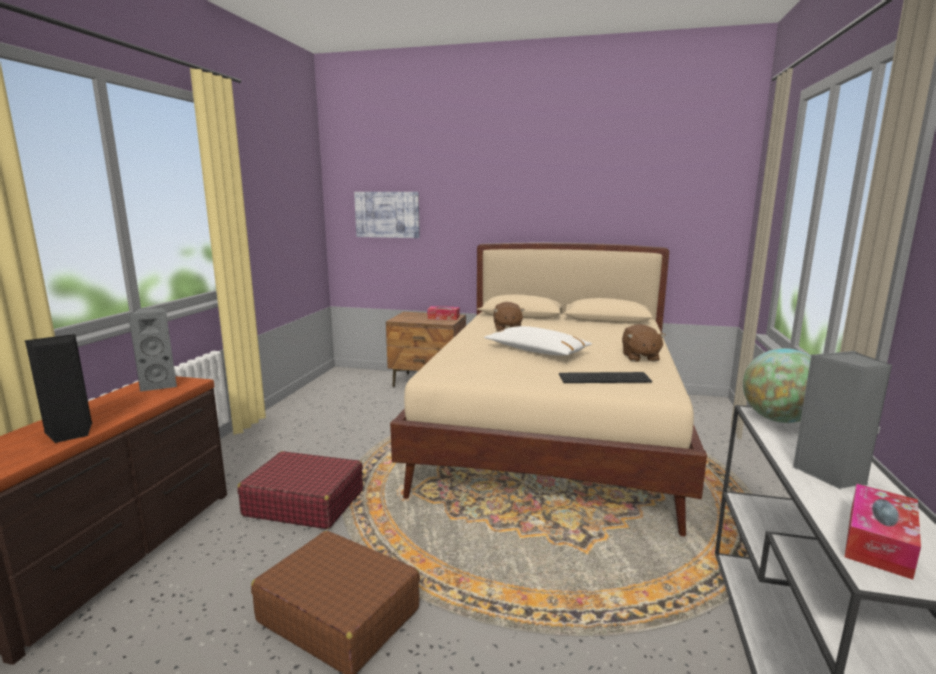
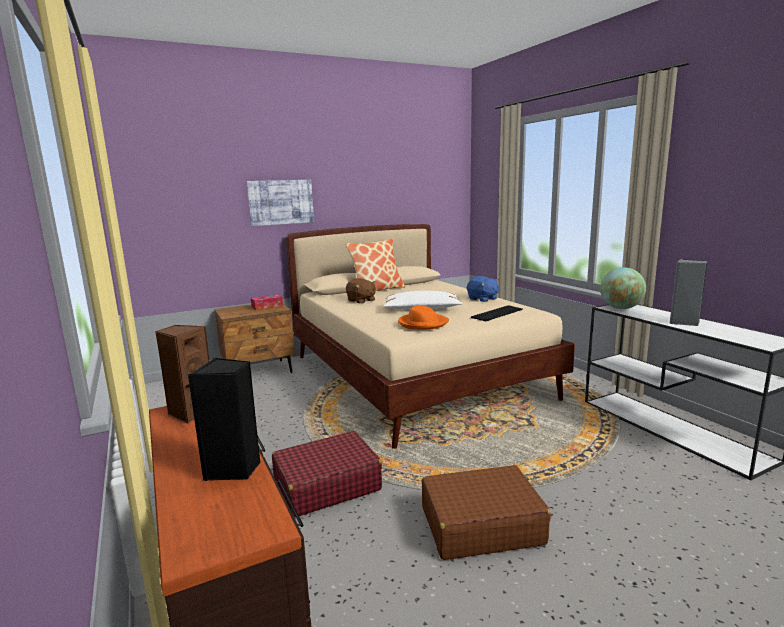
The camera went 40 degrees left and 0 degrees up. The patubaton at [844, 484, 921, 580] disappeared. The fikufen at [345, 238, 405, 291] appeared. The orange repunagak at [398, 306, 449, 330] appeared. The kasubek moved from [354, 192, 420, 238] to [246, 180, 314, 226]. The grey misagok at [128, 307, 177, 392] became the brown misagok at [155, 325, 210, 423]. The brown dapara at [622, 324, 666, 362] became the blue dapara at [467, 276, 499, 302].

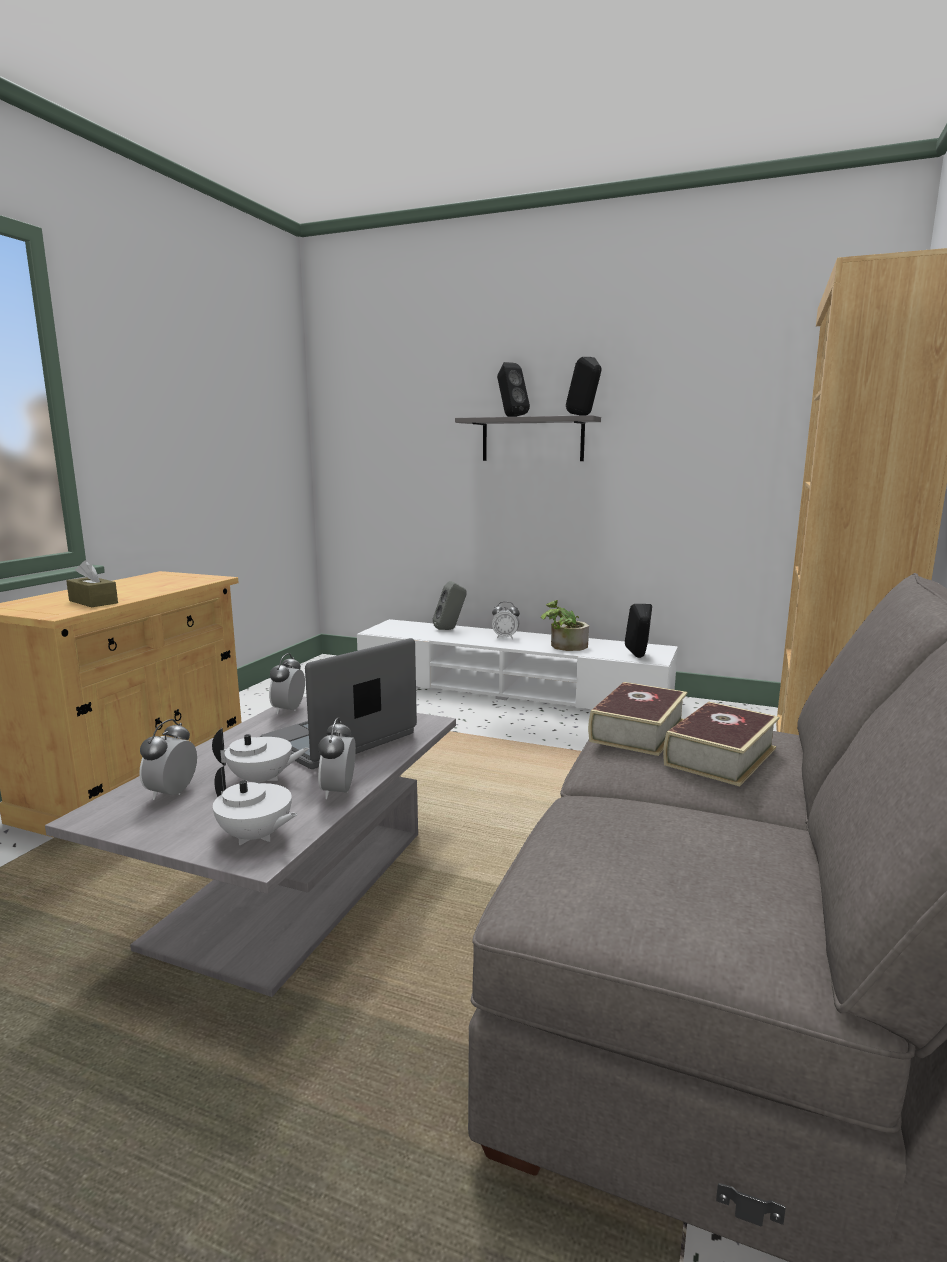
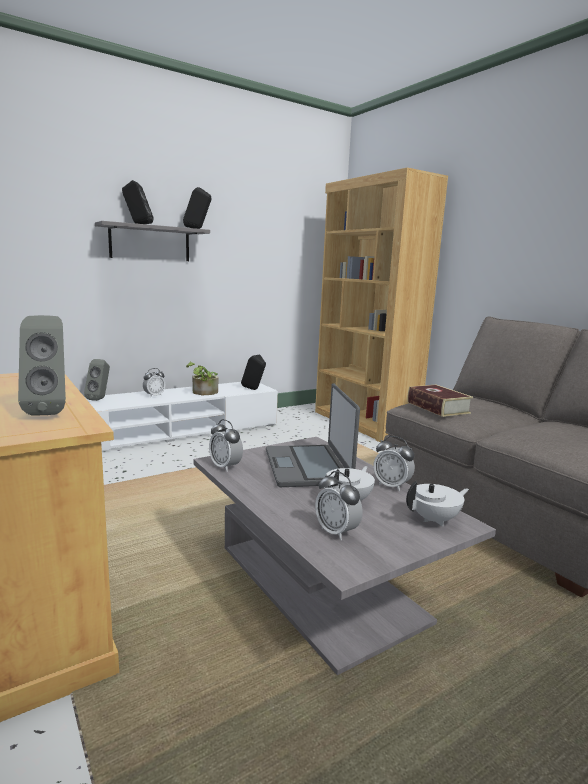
The camera went 55 degrees left and 0 degrees up. The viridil at [663, 702, 779, 786] disappeared. The brown patubaton at [66, 560, 118, 607] was replaced by the grey misagok at [18, 315, 66, 415].

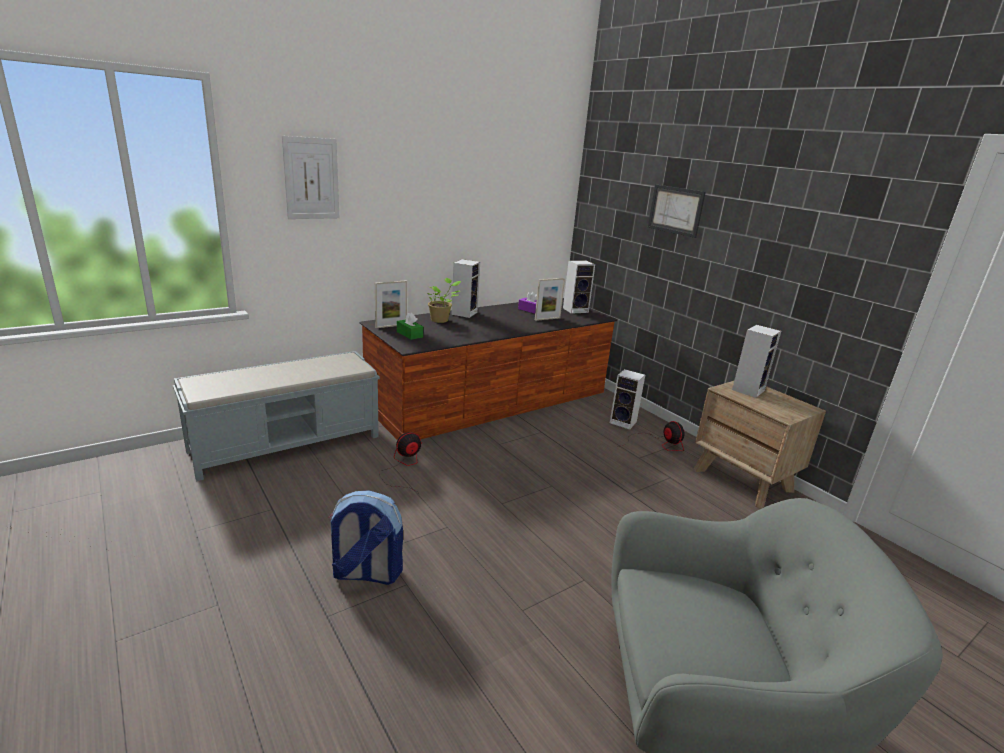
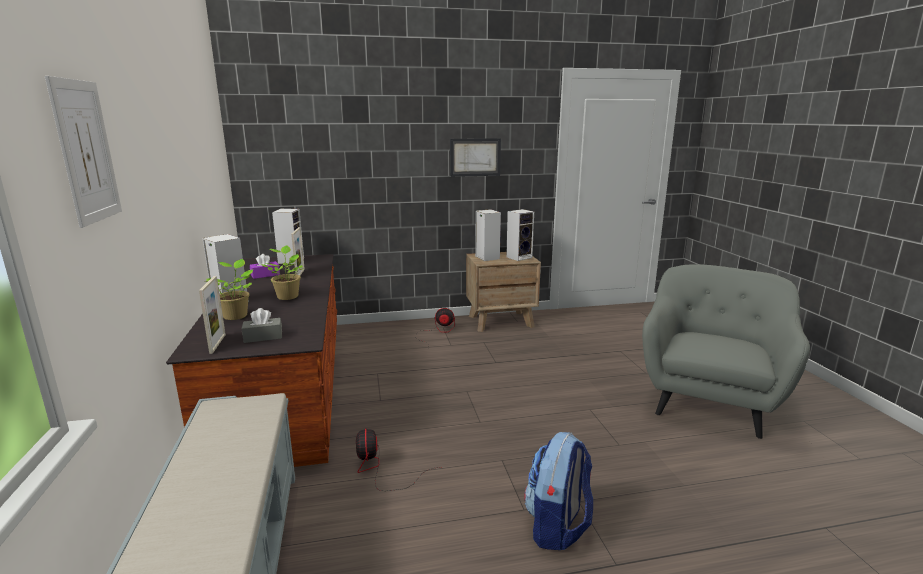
The camera went 65 degrees left and 5 degrees down. The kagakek at [261, 245, 303, 300] appeared. The misagok moved from [610, 369, 645, 430] to [506, 209, 534, 261]. The kasubek moved from [648, 184, 706, 238] to [450, 138, 501, 177]. The green patubaton at [397, 313, 423, 340] became the grey patubaton at [242, 308, 282, 343].

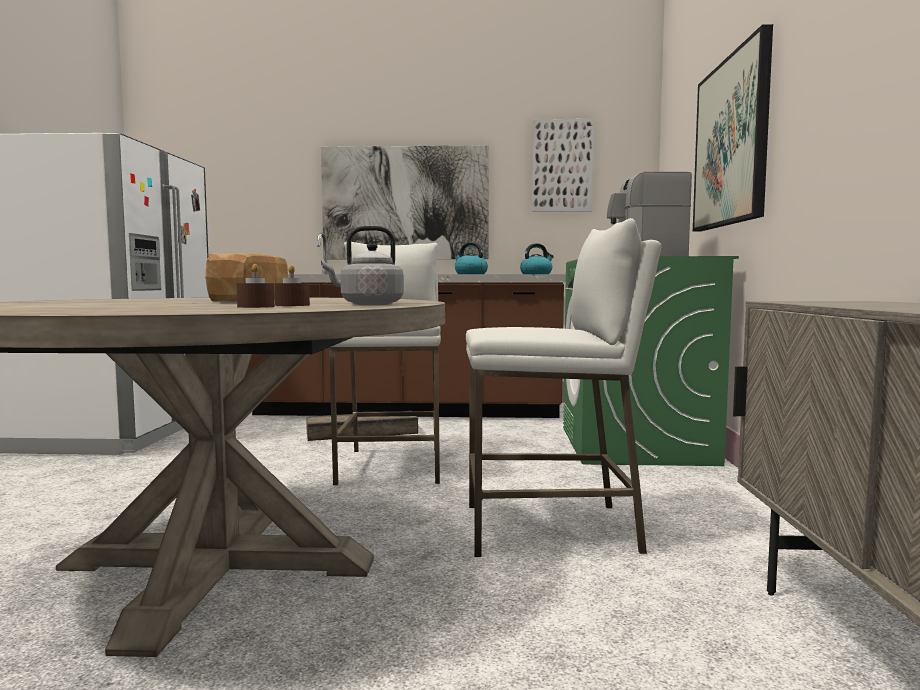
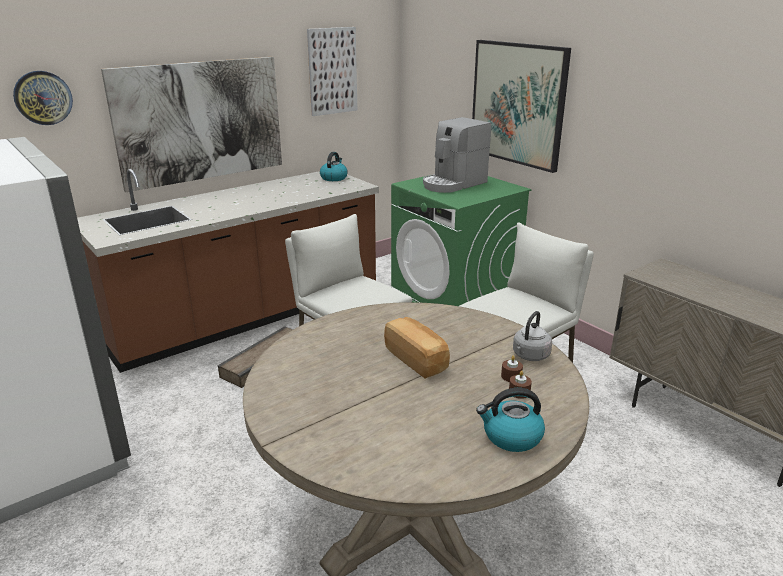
The camera went 40 degrees left and 20 degrees up. The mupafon at [13, 71, 73, 125] appeared. The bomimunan moved from [453, 242, 488, 274] to [476, 388, 545, 452].

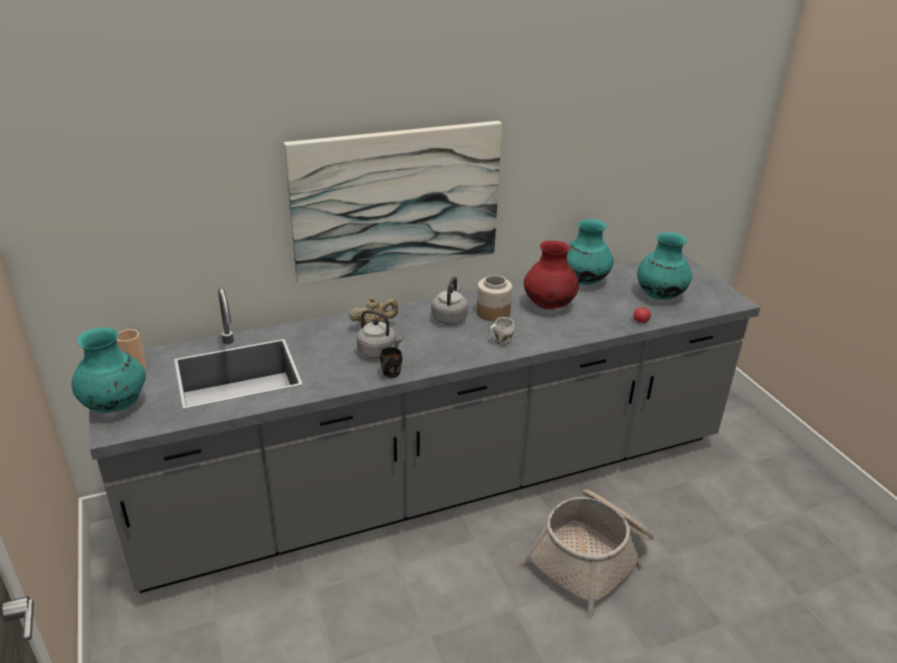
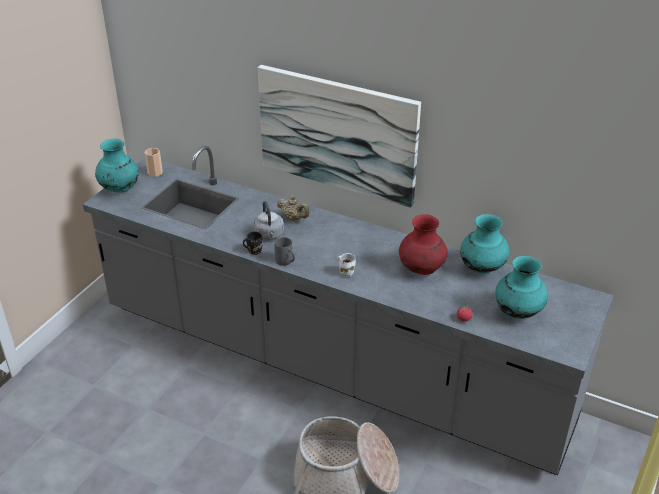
The camera went 50 degrees right and 5 degrees up. The grey bomimunan at [431, 277, 468, 325] disappeared. The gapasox at [476, 275, 512, 321] disappeared. The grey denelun at [274, 237, 295, 266] appeared.

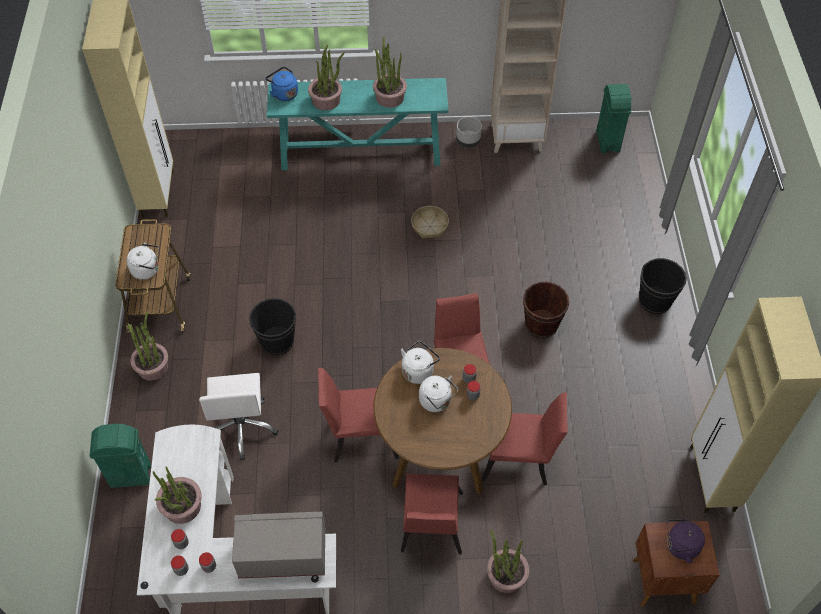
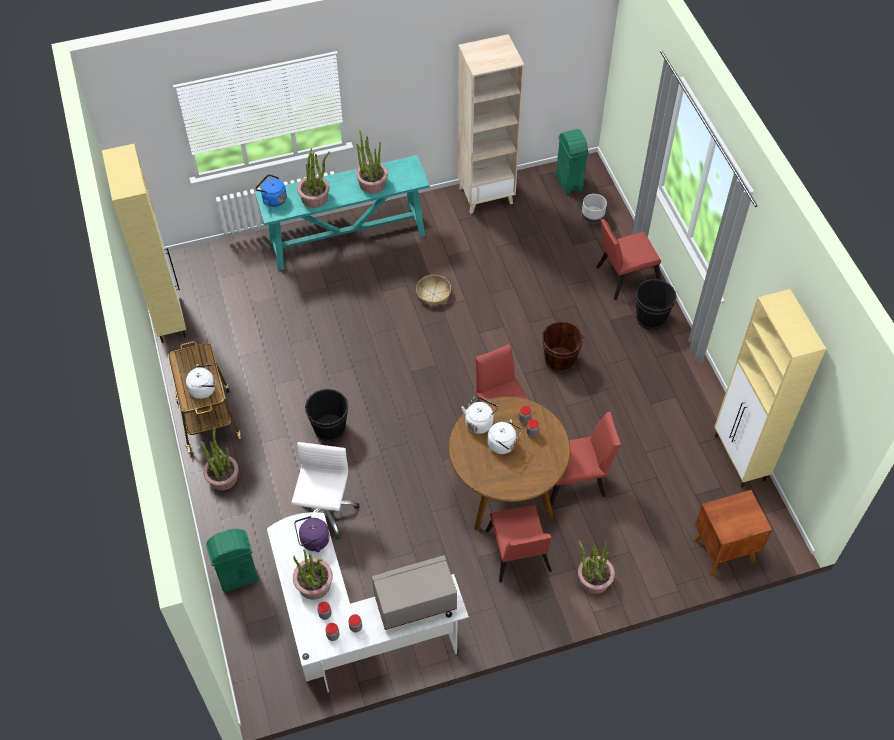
The camera went 15 degrees left and 0 degrees up. The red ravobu moved from [318, 368, 399, 462] to [596, 219, 661, 300]. The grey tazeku moved from [456, 117, 482, 148] to [582, 194, 607, 223]. The purple bomimunan moved from [667, 519, 705, 563] to [294, 516, 330, 552]. The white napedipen at [199, 373, 278, 460] turned 150 degrees counterclockwise.

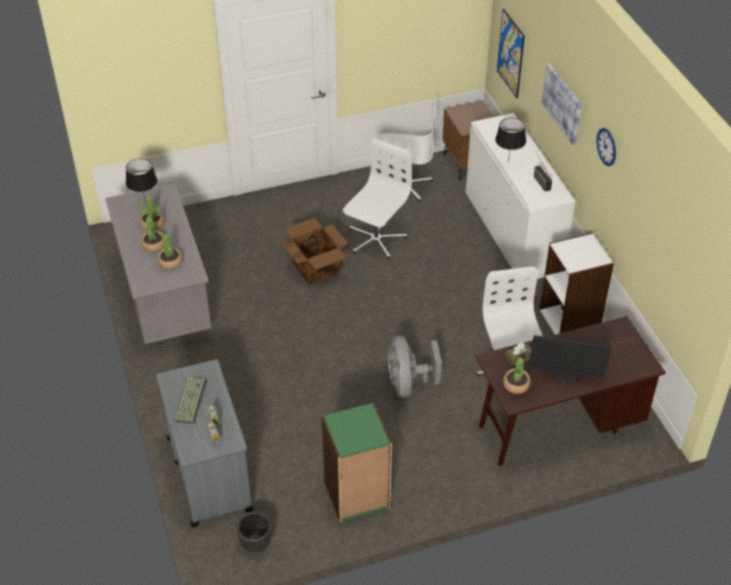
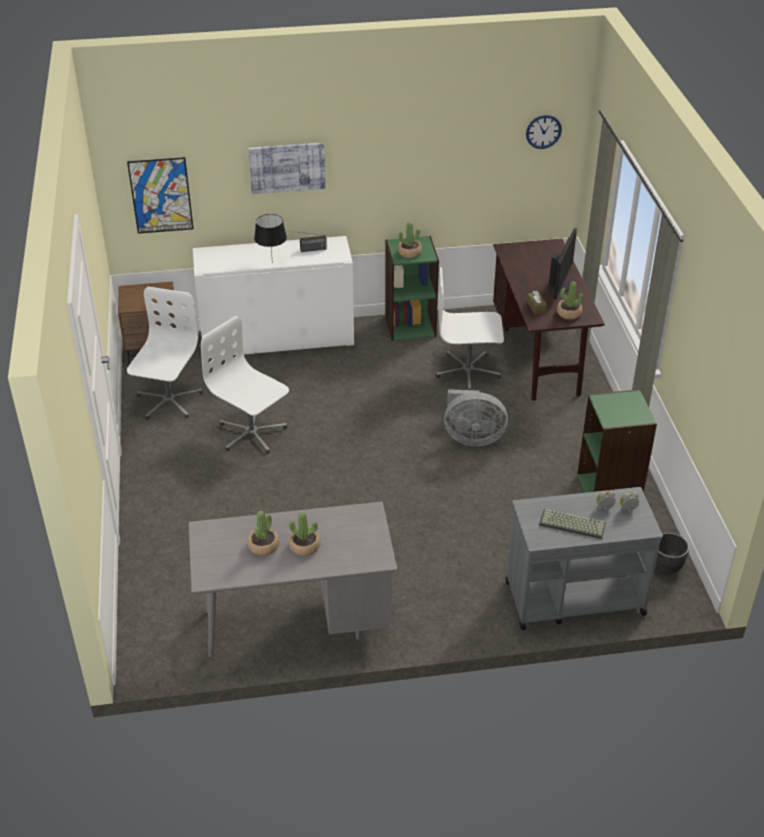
The camera went 80 degrees left and 5 degrees down. The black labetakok at [126, 159, 157, 200] disappeared. The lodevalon at [282, 218, 348, 285] disappeared. The kagakek moved from [157, 234, 182, 269] to [398, 222, 422, 258]. The mupafon moved from [596, 128, 616, 166] to [526, 115, 562, 149]. The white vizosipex at [540, 233, 614, 335] became the green vizosipex at [385, 236, 439, 341].

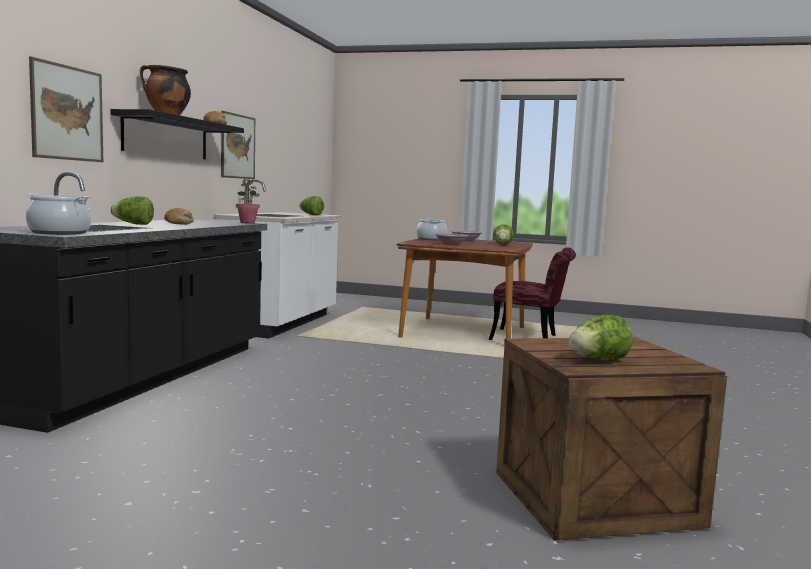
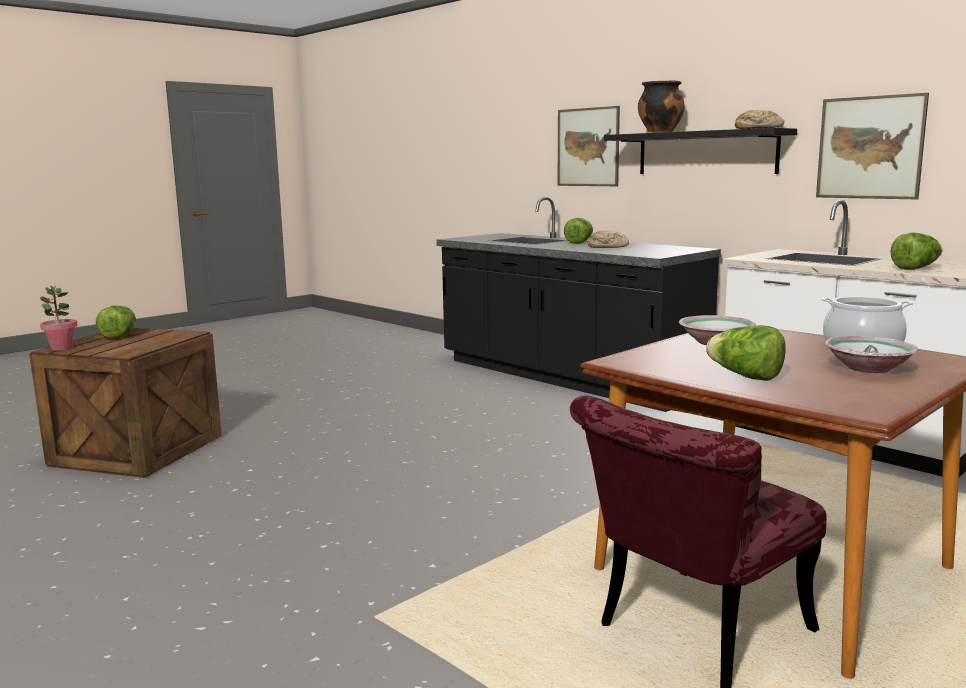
The camera went 120 degrees right and 5 degrees up. The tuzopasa at [26, 194, 91, 235] disappeared. The kagakek moved from [236, 178, 260, 223] to [40, 286, 78, 350].

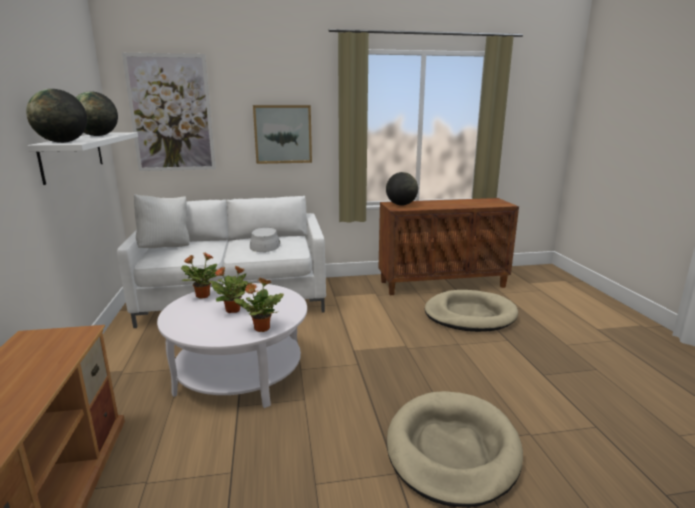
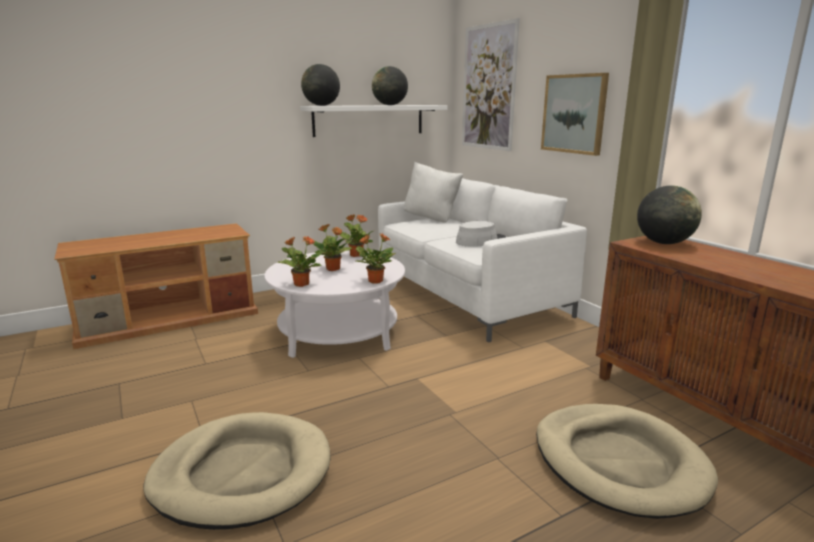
The camera went 70 degrees right and 0 degrees up. The kagakek at [356, 233, 396, 284] appeared.

